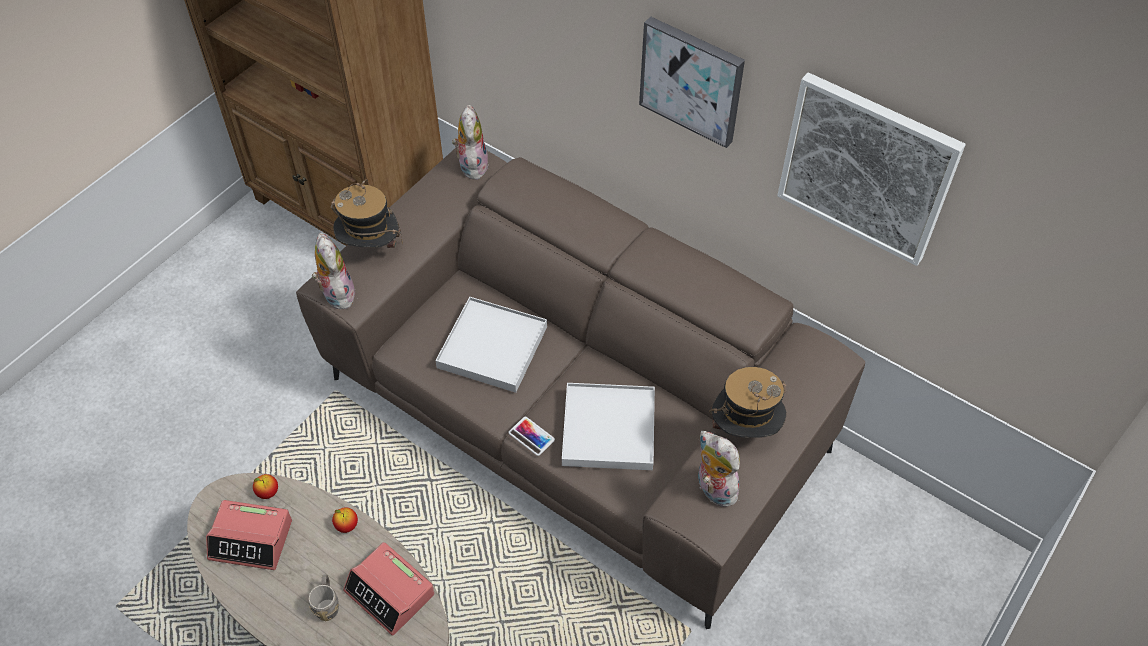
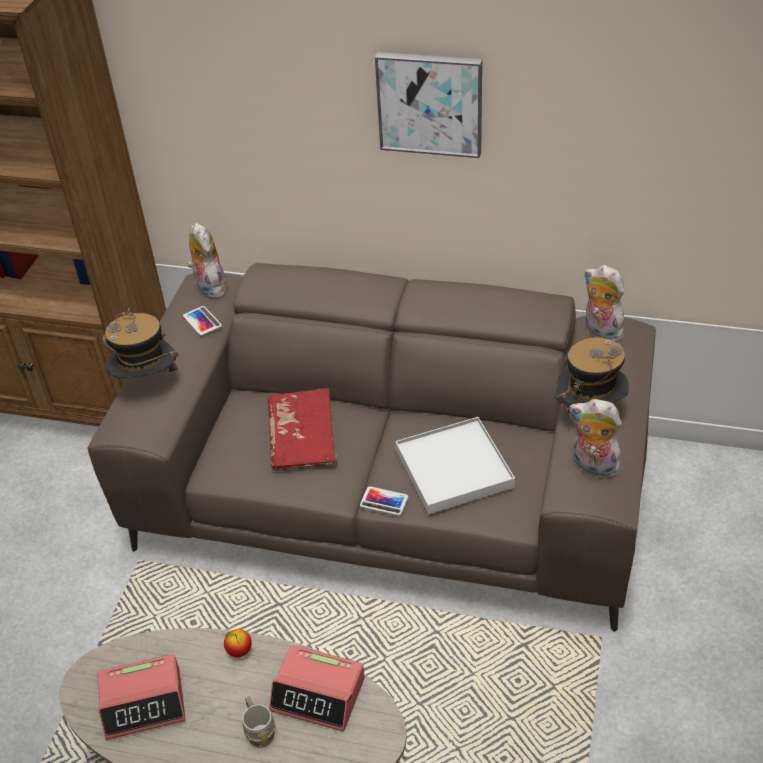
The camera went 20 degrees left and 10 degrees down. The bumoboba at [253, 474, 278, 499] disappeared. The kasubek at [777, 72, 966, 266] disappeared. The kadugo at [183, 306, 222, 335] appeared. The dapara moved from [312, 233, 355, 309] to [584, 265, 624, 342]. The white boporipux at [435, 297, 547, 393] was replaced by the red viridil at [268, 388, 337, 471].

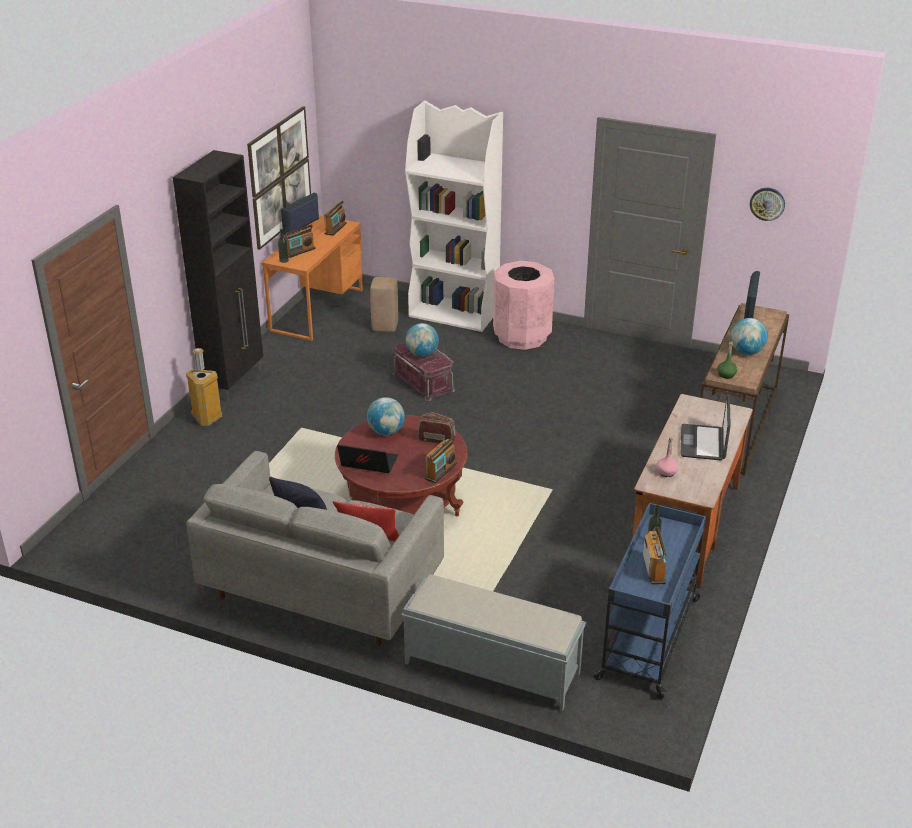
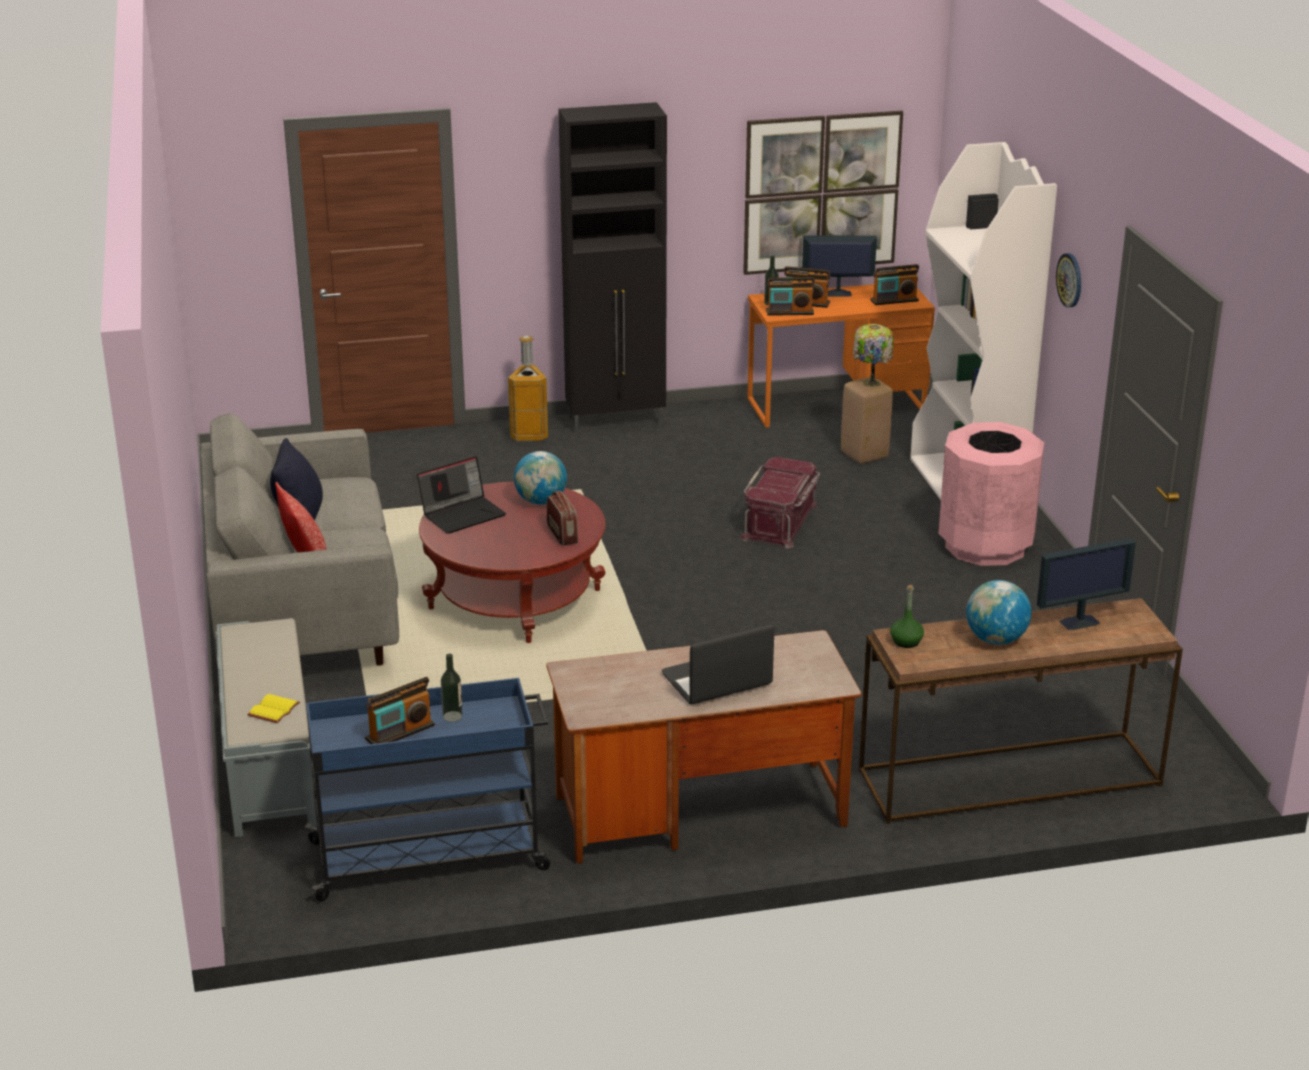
The camera went 55 degrees right and 5 degrees down. The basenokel at [405, 323, 439, 357] disappeared. The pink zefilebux at [656, 437, 679, 477] disappeared. The yellow viridil at [247, 694, 300, 723] appeared. The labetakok at [853, 324, 894, 387] appeared. The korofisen moved from [425, 437, 457, 483] to [766, 277, 815, 316]. The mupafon moved from [750, 188, 785, 221] to [1056, 253, 1081, 308]. The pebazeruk at [337, 445, 398, 473] turned 75 degrees clockwise.

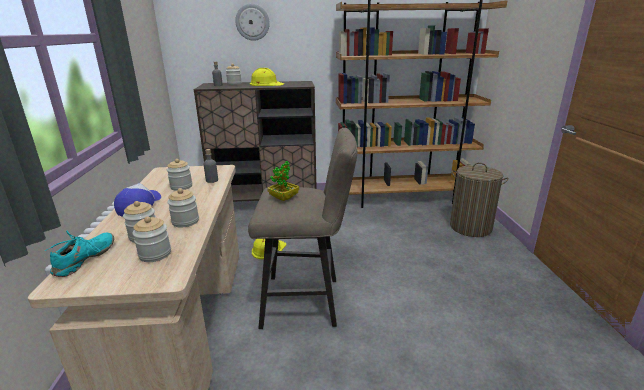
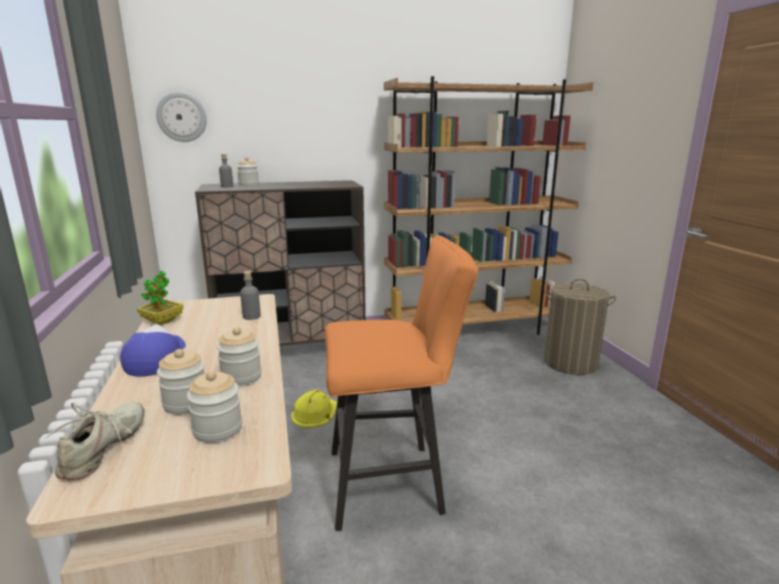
The camera went 10 degrees left and 5 degrees down. The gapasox at [167, 159, 193, 191] disappeared. The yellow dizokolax at [250, 68, 284, 86] disappeared. The mupafon moved from [235, 4, 270, 41] to [156, 92, 207, 142]. The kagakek moved from [267, 161, 299, 201] to [137, 271, 184, 325]. The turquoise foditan at [44, 230, 114, 277] became the beige foditan at [44, 402, 144, 480]. The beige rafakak at [248, 128, 357, 329] became the orange rafakak at [325, 236, 478, 531].

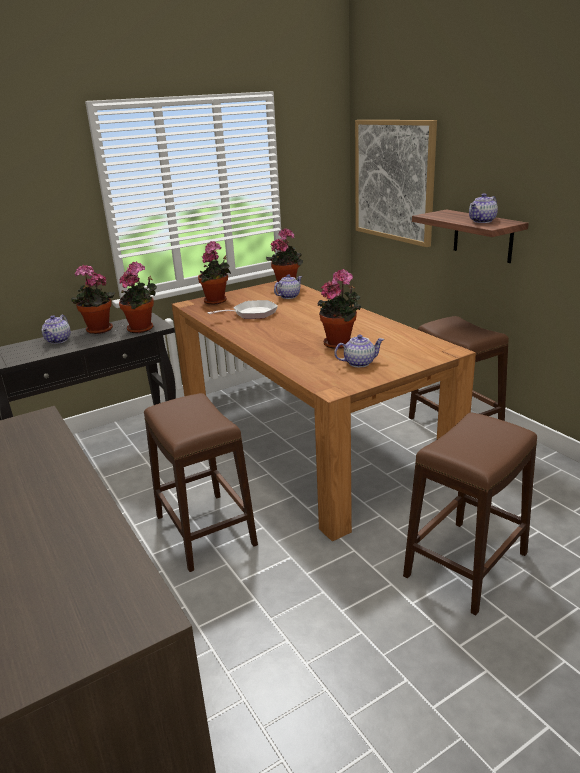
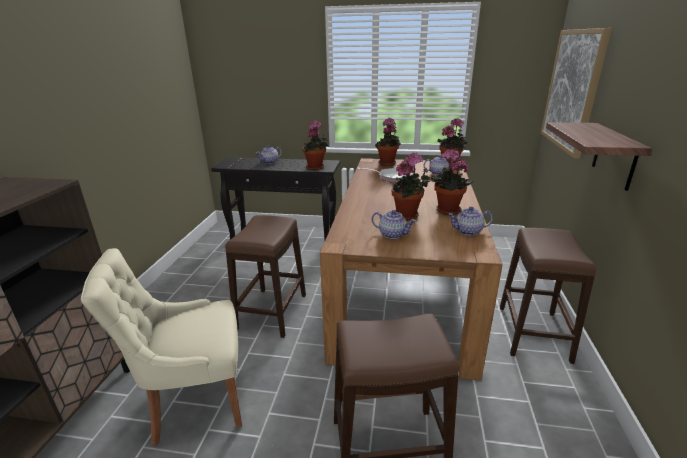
The camera went 40 degrees right and 0 degrees up. The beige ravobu at [81, 248, 242, 446] appeared. The kagakek moved from [71, 265, 115, 334] to [431, 149, 473, 215]. The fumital moved from [469, 193, 498, 223] to [448, 207, 493, 236].

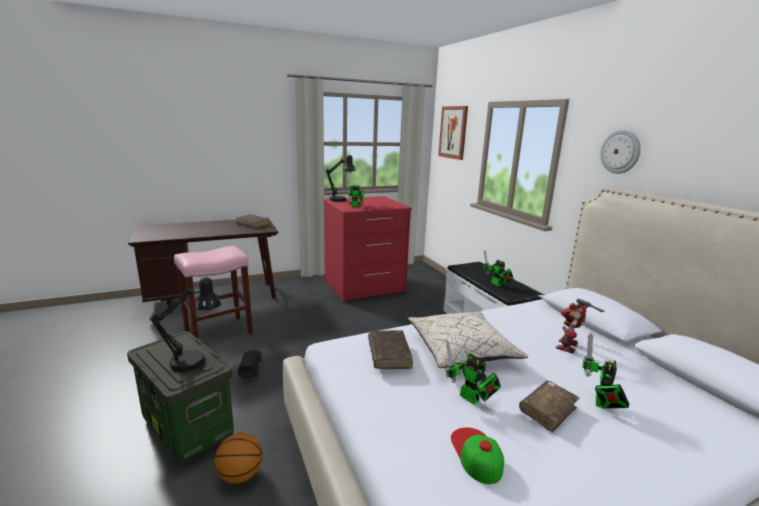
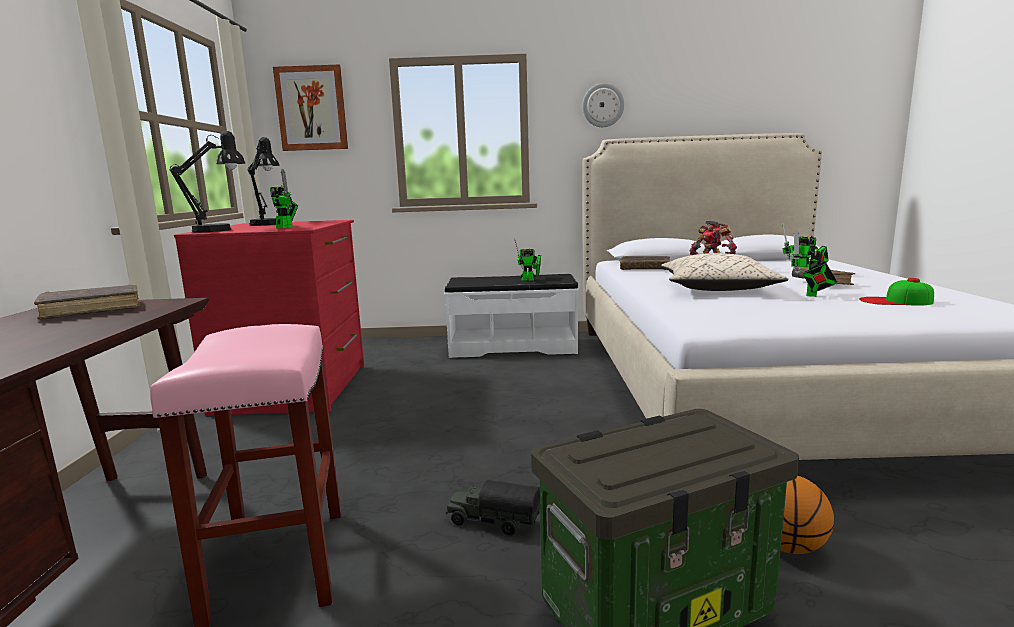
The camera went 65 degrees left and 5 degrees down. The black labetakok moved from [150, 277, 221, 372] to [248, 137, 280, 226]. The brown viridil moved from [368, 330, 413, 369] to [620, 256, 670, 270]. The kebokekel at [446, 341, 501, 404] turned 135 degrees clockwise.

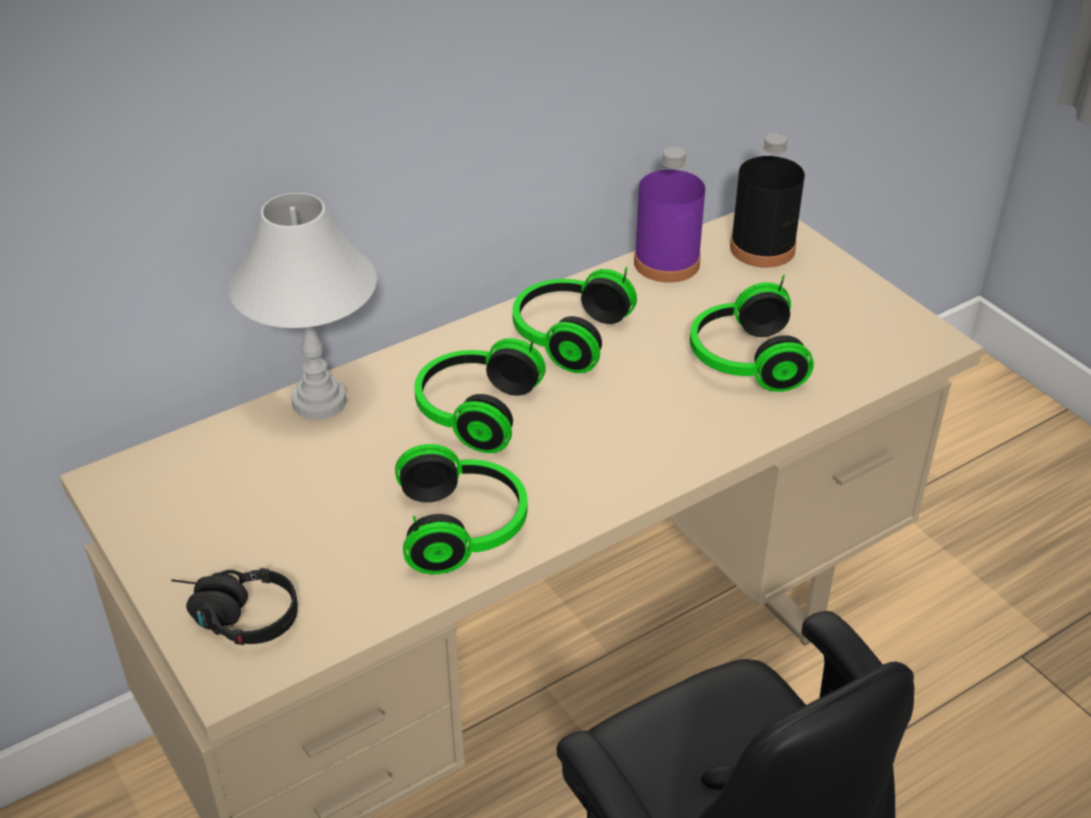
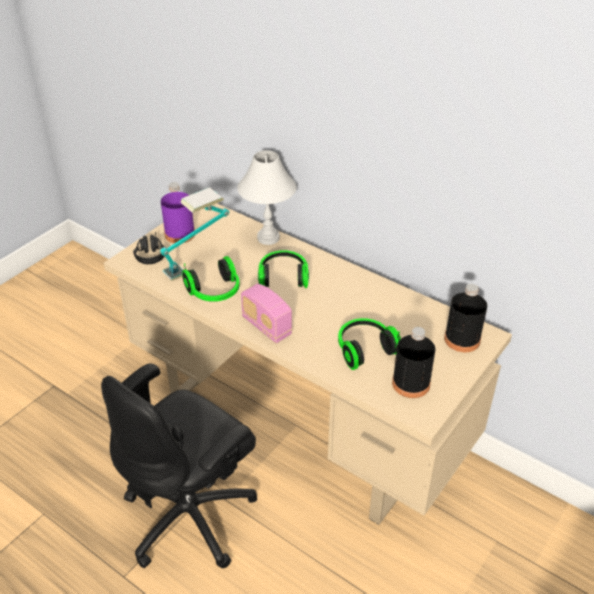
The camera went 70 degrees right and 0 degrees up. The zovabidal at [513, 267, 637, 373] disappeared. The labetakok at [160, 187, 229, 281] appeared. The korofisen at [241, 284, 292, 343] appeared. The black zefilebux at [392, 327, 435, 398] appeared. The purple zefilebux moved from [634, 147, 705, 283] to [161, 182, 195, 243].

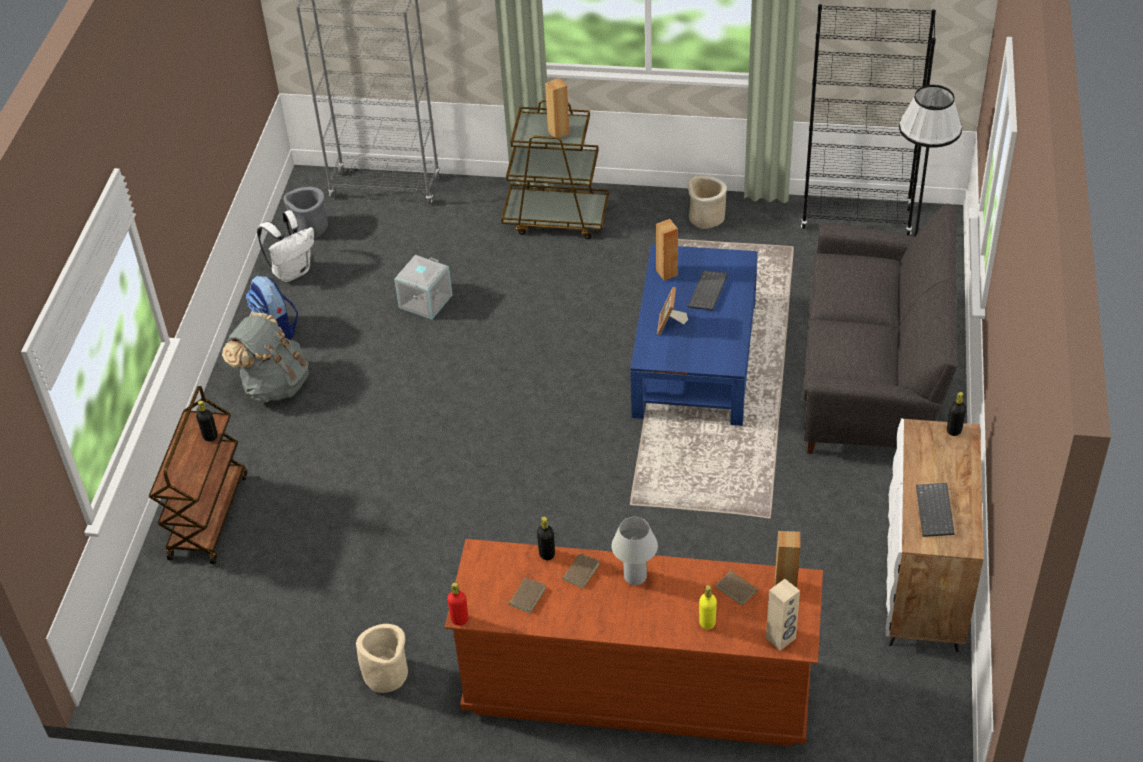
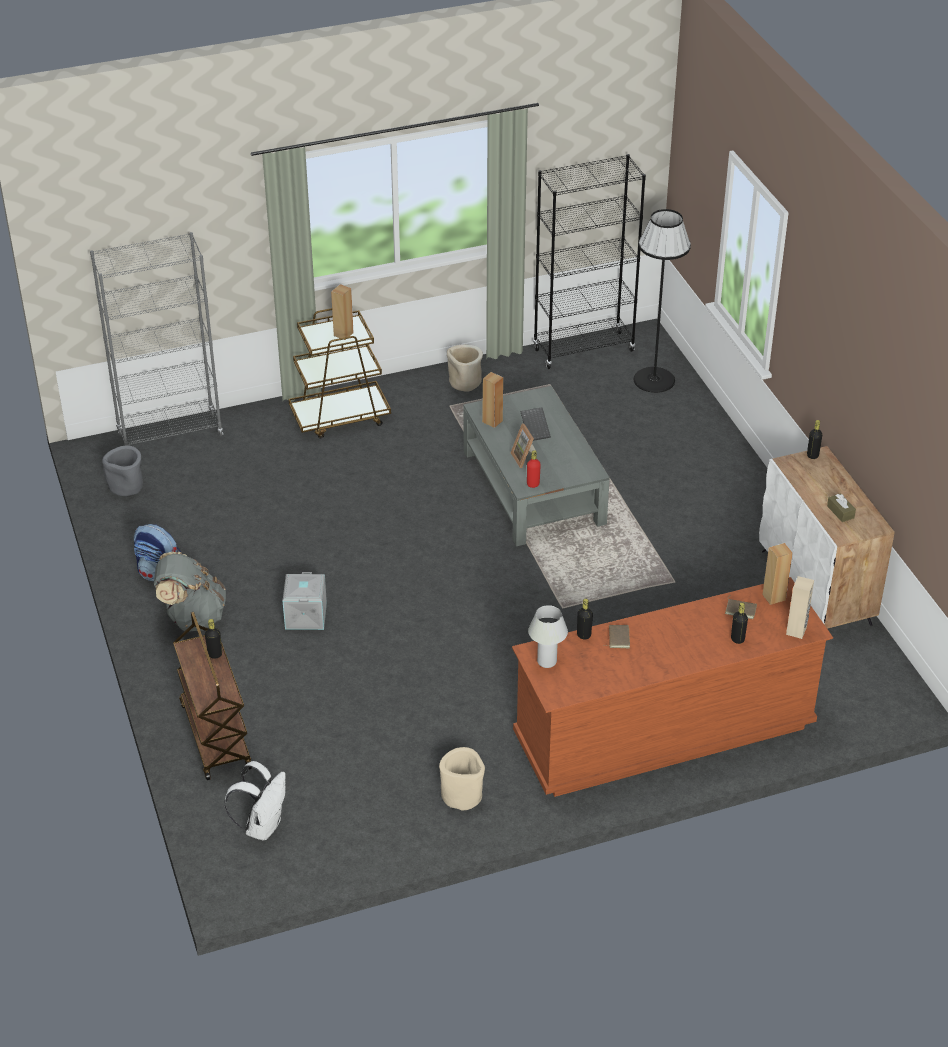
The camera went 30 degrees left and 5 degrees down. The brown viridil at [502, 578, 546, 613] disappeared. The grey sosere at [802, 203, 957, 454] disappeared. The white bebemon moved from [257, 210, 314, 282] to [224, 761, 286, 841]. The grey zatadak moved from [394, 255, 452, 319] to [283, 572, 327, 630]. The red zefilebux moved from [447, 582, 468, 626] to [527, 450, 541, 488]. The white labetakok moved from [611, 517, 658, 585] to [528, 605, 568, 668]. The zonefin at [916, 483, 955, 537] was replaced by the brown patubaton at [827, 493, 856, 522]. The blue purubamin at [630, 244, 758, 426] became the grey purubamin at [463, 386, 610, 546]. The yellow zefilebux at [699, 585, 717, 629] became the black zefilebux at [731, 603, 748, 644].

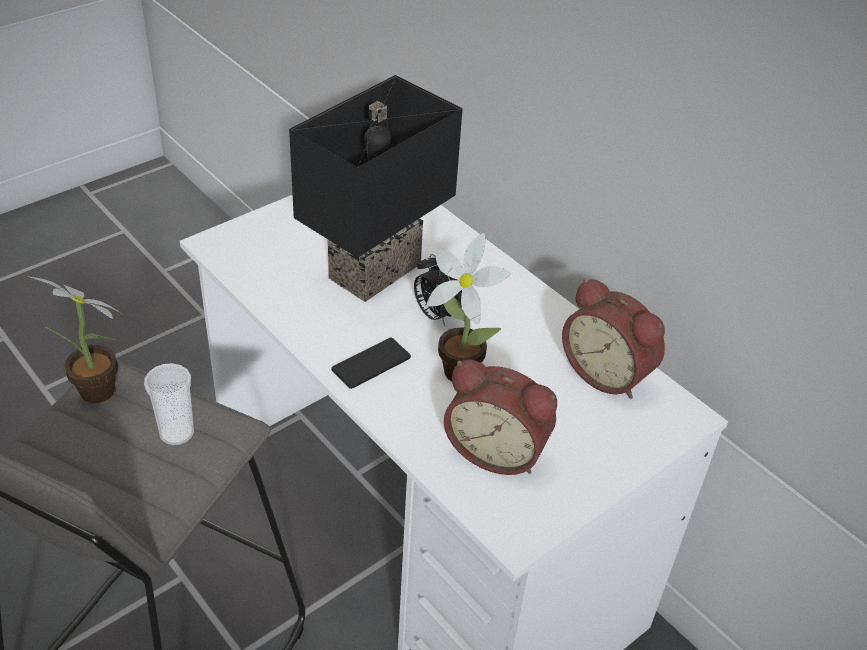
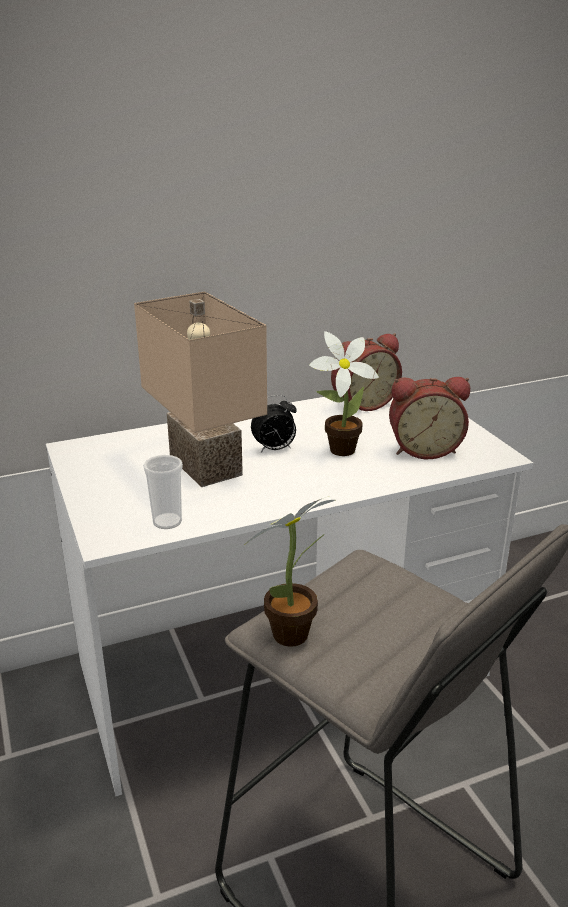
The camera went 70 degrees left and 15 degrees down. The kadugo at [331, 338, 411, 389] disappeared. The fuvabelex moved from [144, 363, 194, 445] to [143, 455, 183, 529]. The black labetakok at [289, 75, 463, 302] became the beige labetakok at [134, 291, 267, 487]. The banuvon at [444, 360, 557, 475] turned 45 degrees clockwise.

